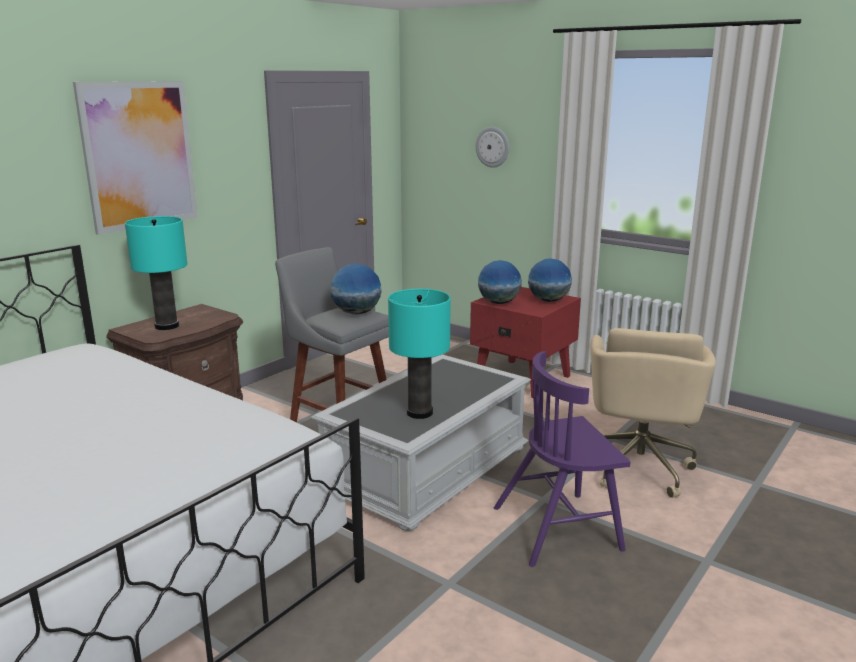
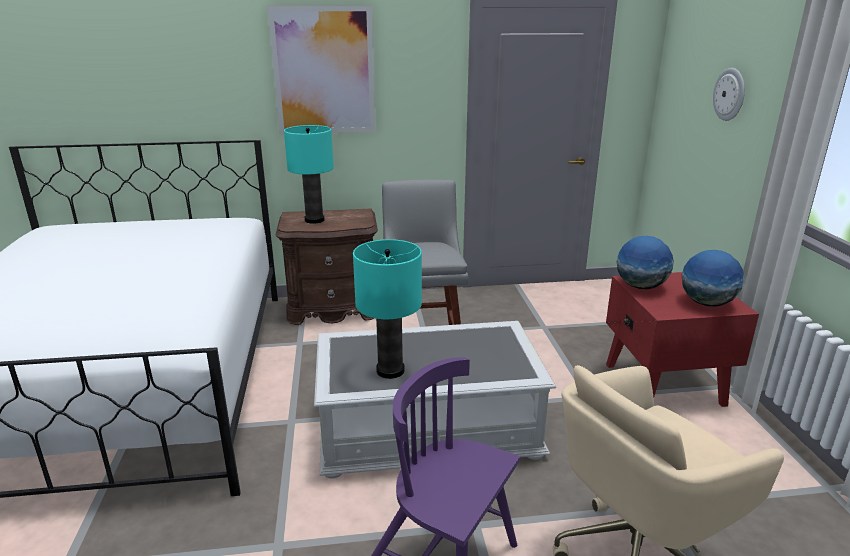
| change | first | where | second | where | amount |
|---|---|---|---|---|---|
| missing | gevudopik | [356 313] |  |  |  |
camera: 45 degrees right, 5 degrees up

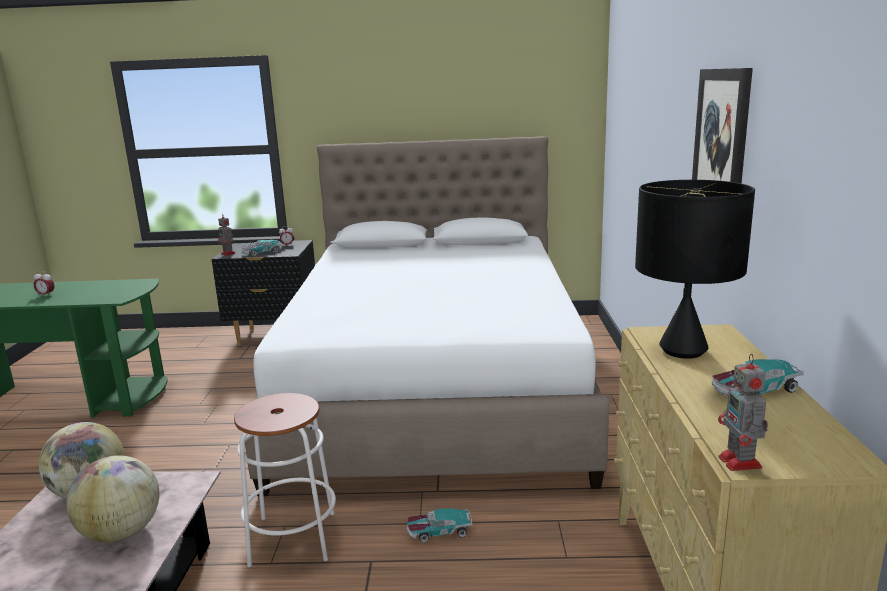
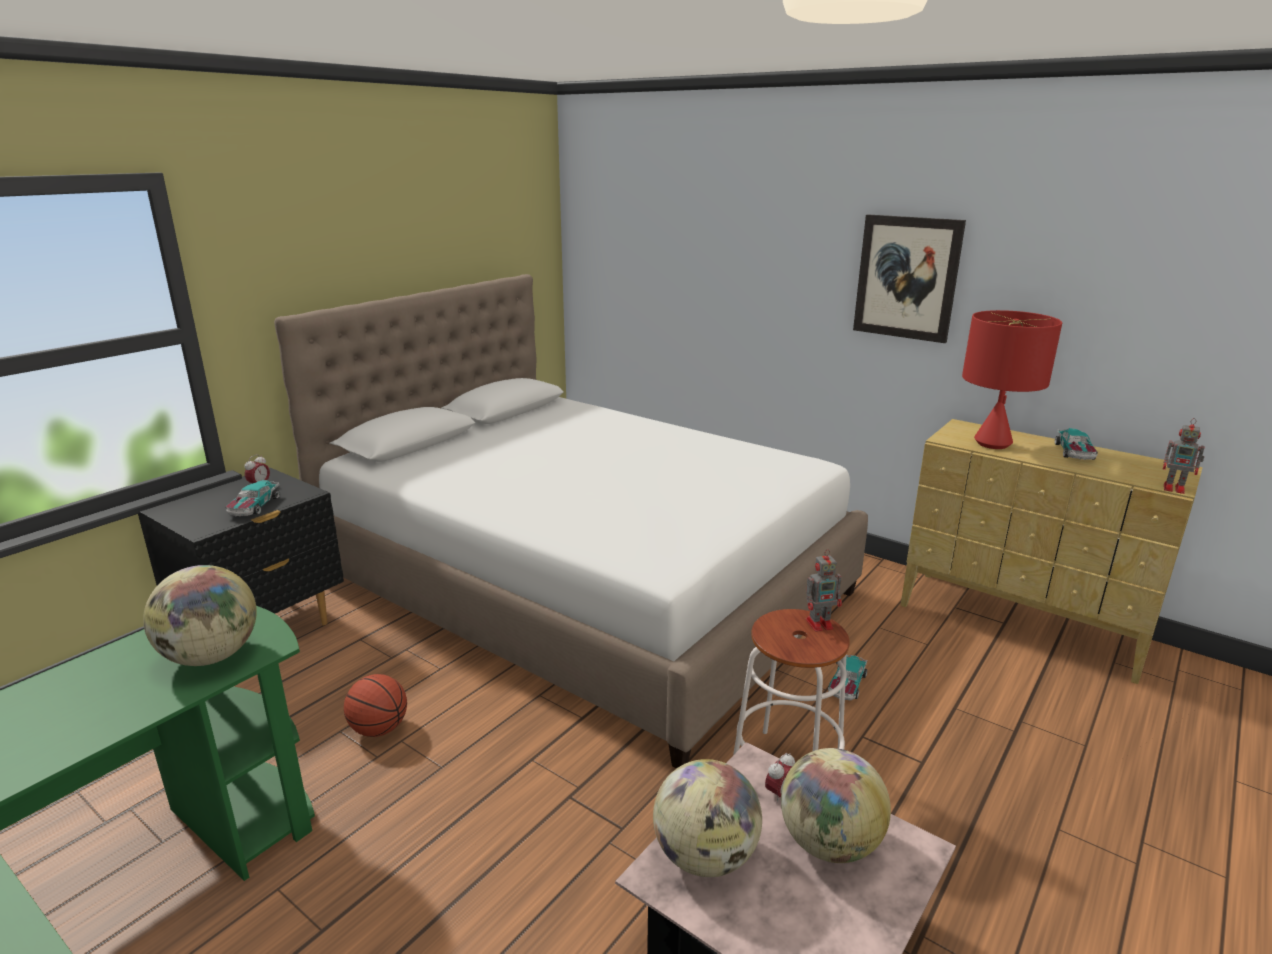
| change | first | where | second | where | amount |
|---|---|---|---|---|---|
| colour | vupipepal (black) | [683 351] | vupipepal (red) | [992 444] |  |
| relocated | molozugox | [228 254] |  | [820 623] |  |
| relocated | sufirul | [46 295] |  | [779 794] |  |
| appeared |  |  | gevudopik | [211 656] |  |
| appeared |  |  | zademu | [379 729] |  |
camera: 55 degrees left, 5 degrees up

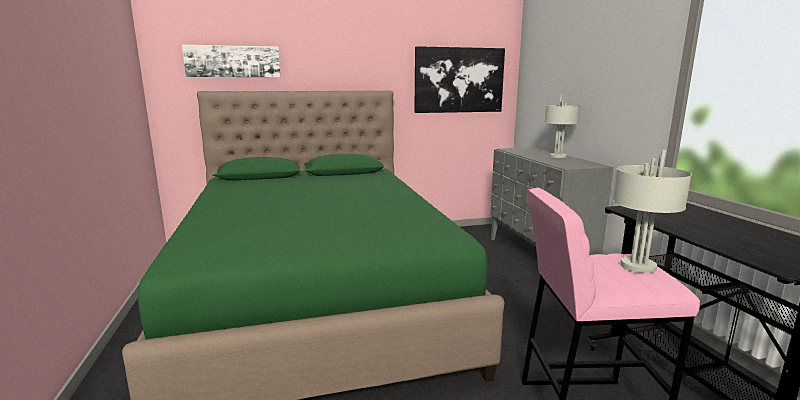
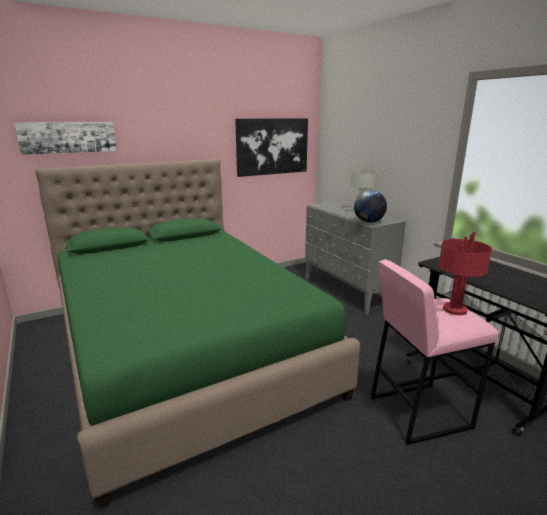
| change | first | where | second | where | amount |
|---|---|---|---|---|---|
| colour | vupipepal (grey) | [637 266] | vupipepal (red) | [454 310] |  |
| appeared |  |  | gevudopik | [369 222] |  |
camera: 15 degrees left, 5 degrees up

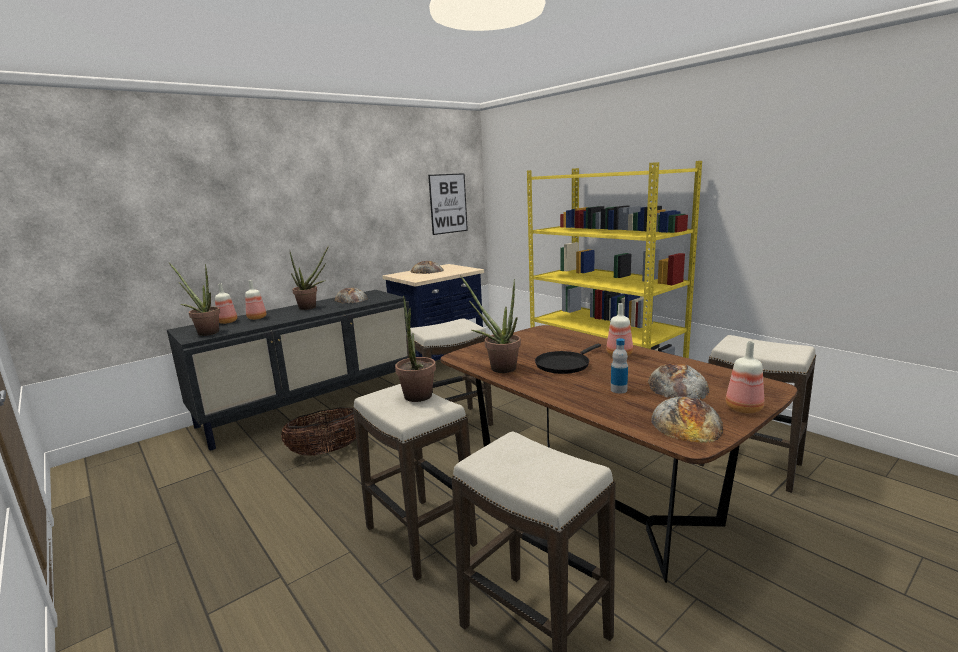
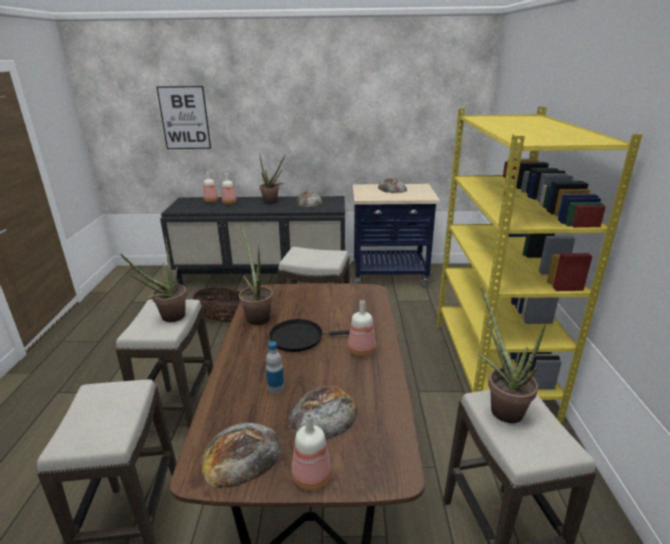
| change | first | where | second | where | amount |
|---|---|---|---|---|---|
| relocated | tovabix | [448 203] |  | [184 118] |  |
| relocated | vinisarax | [205 332] |  | [501 407] |  |
camera: 40 degrees right, 10 degrees up

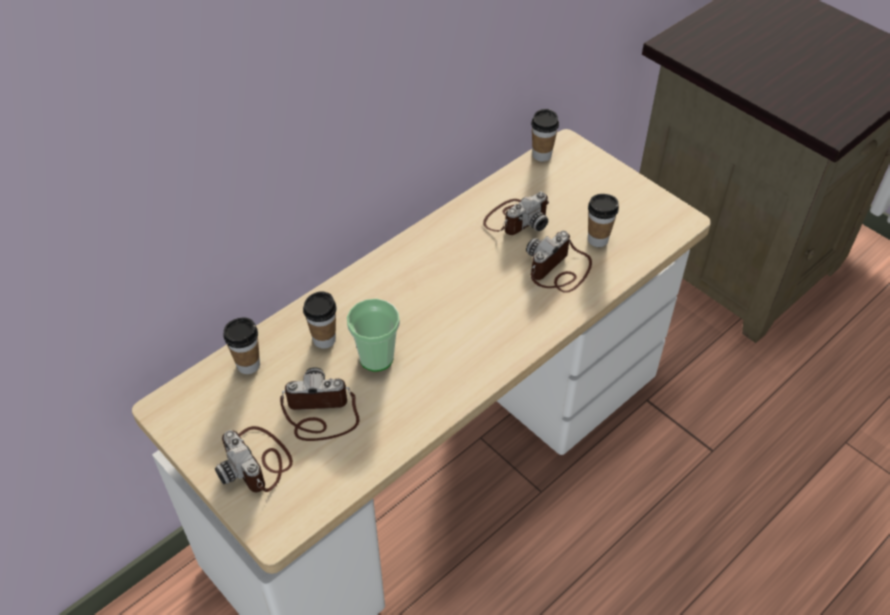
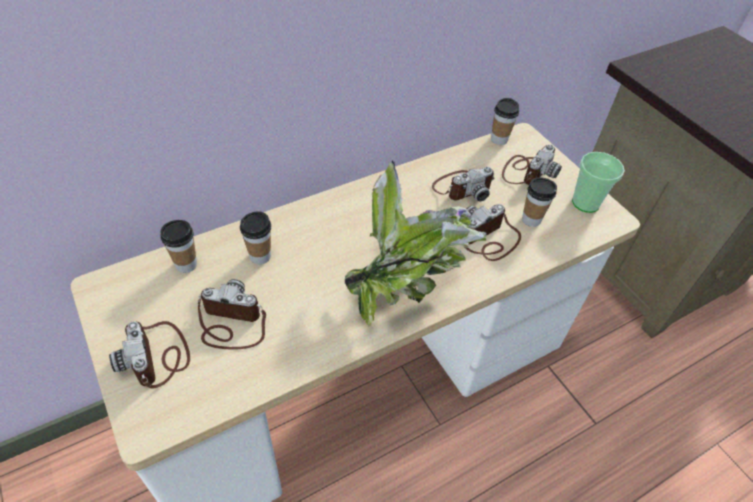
| change | first | where | second | where | amount |
|---|---|---|---|---|---|
| relocated | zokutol | [376 358] |  | [585 203] |  |
| appeared |  |  | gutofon | [527 171] |  |
| appeared |  |  | vinisarax | [406 283] |  |
camera: 10 degrees right, 0 degrees up

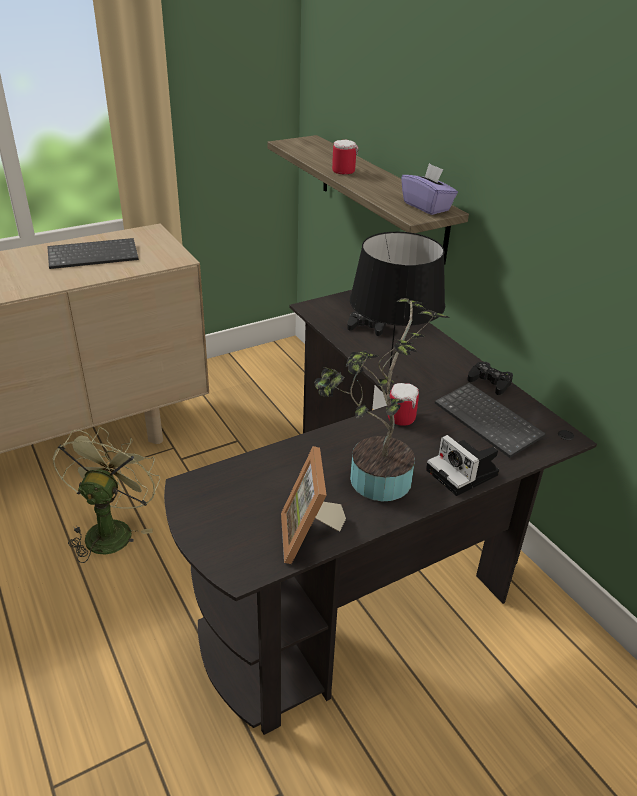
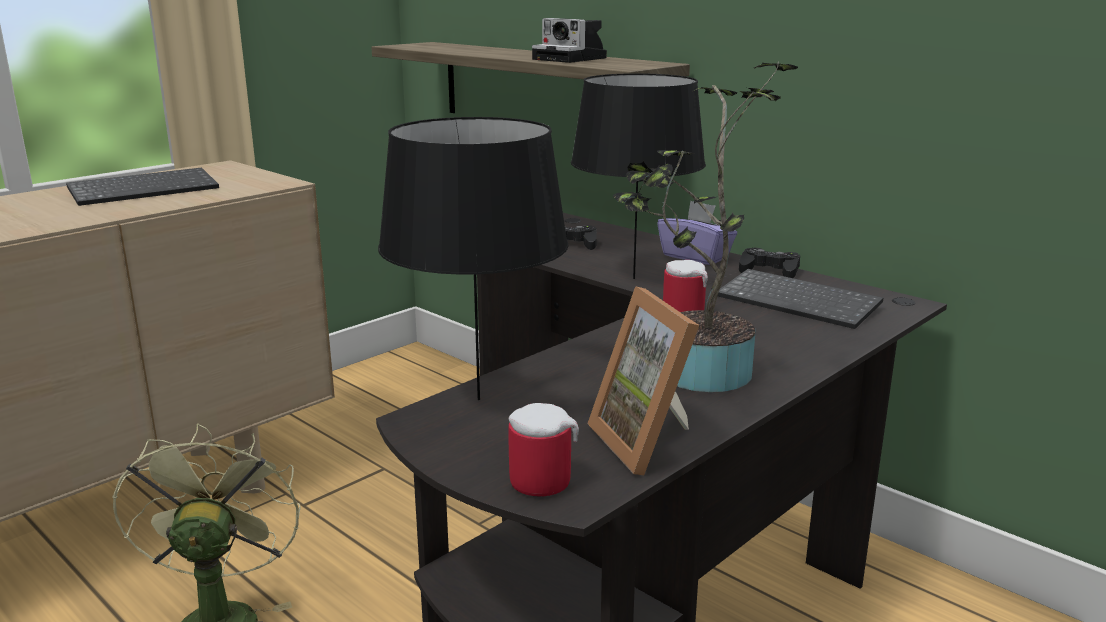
| change | first | where | second | where | amount |
|---|---|---|---|---|---|
| relocated | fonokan | [345 170] |  | [541 477] |  |
| relocated | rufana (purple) | [427 206] |  | [696 257] |  |
| relocated | gutofon | [464 473] |  | [572 59] |  |
| appeared |  |  | vupipepal (black) | [479 400] |  |
camera: 15 degrees left, 15 degrees down

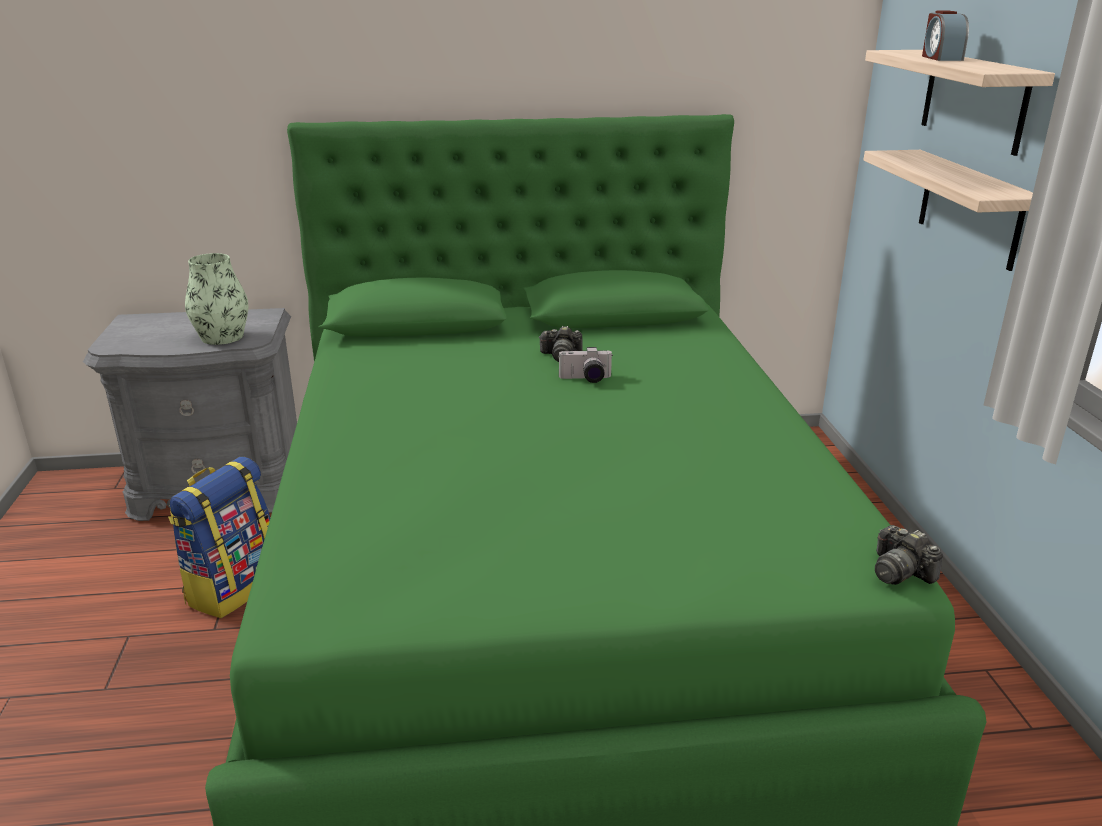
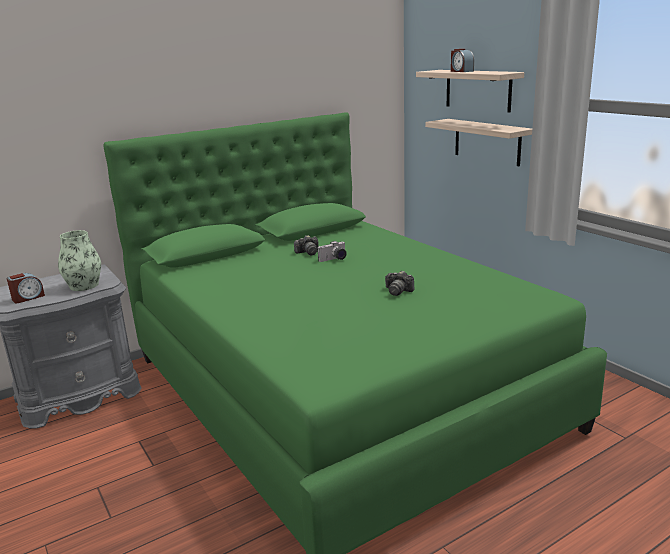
| change | first | where | second | where | amount |
|---|---|---|---|---|---|
| missing | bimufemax | [233 587] |  |  |  |
| relocated | gutofon | [899 572] |  | [398 291] |  |
| appeared |  |  | sufirul | [28 298] |  |
camera: 25 degrees left, 5 degrees down

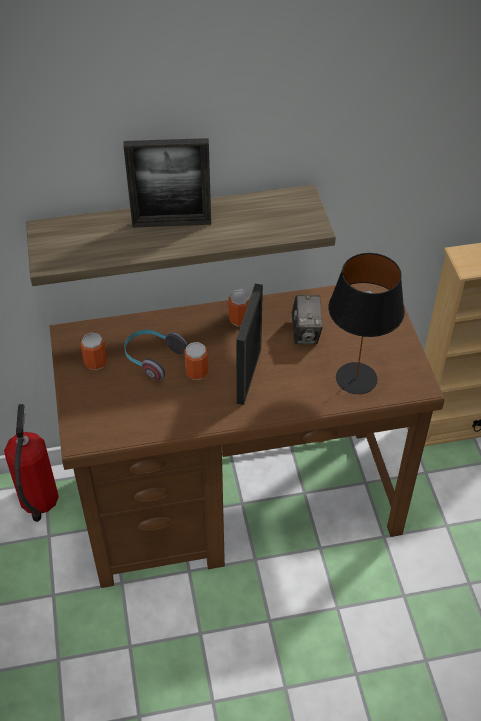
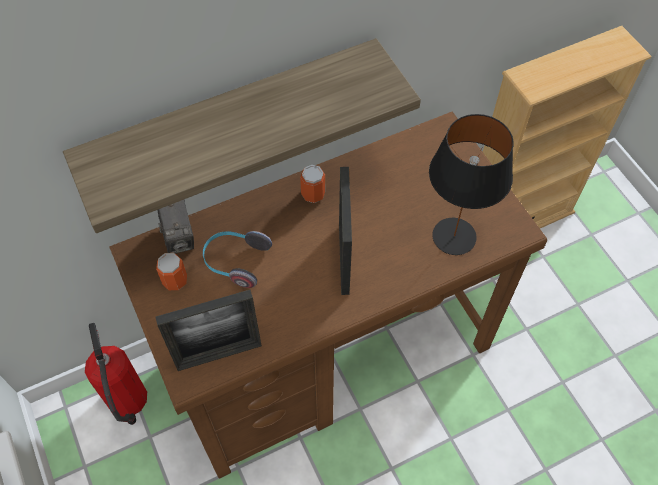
| change | first | where | second | where | amount |
|---|---|---|---|---|---|
| relocated | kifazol | [171 223] |  | [219 354] |  |
| relocated | gutofon | [305 333] |  | [179 238] |  |
| missing | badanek | [196 372] |  |  |  |
camera: 15 degrees left, 10 degrees up

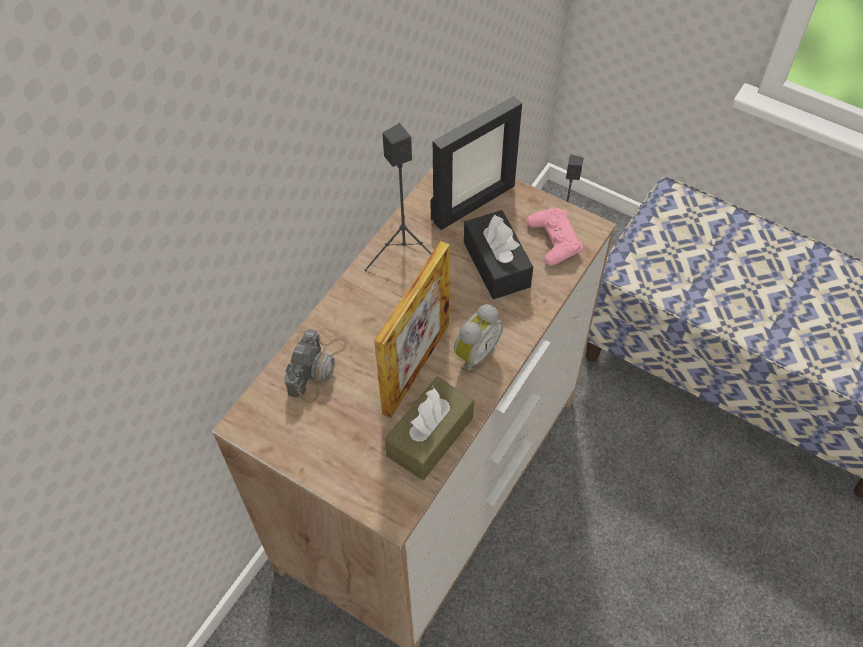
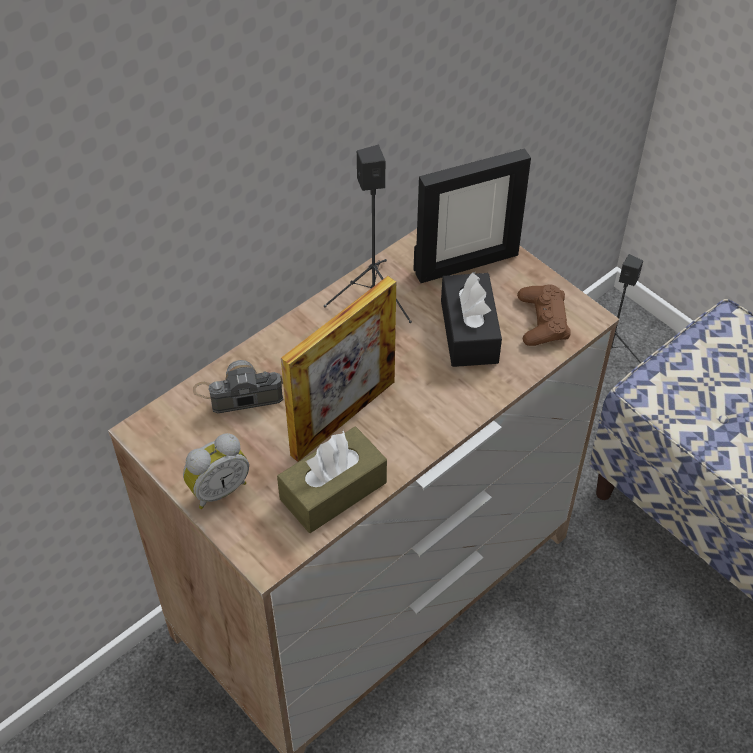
| change | first | where | second | where | amount |
|---|---|---|---|---|---|
| colour | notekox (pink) | [554 240] | notekox (brown) | [542 320] |  |
| relocated | sufirul | [474 353] |  | [218 489] |  |
| spun | gutofon | [317 368] |  | [239 393] | 135 degrees counterclockwise |
camera: 15 degrees right, 5 degrees down

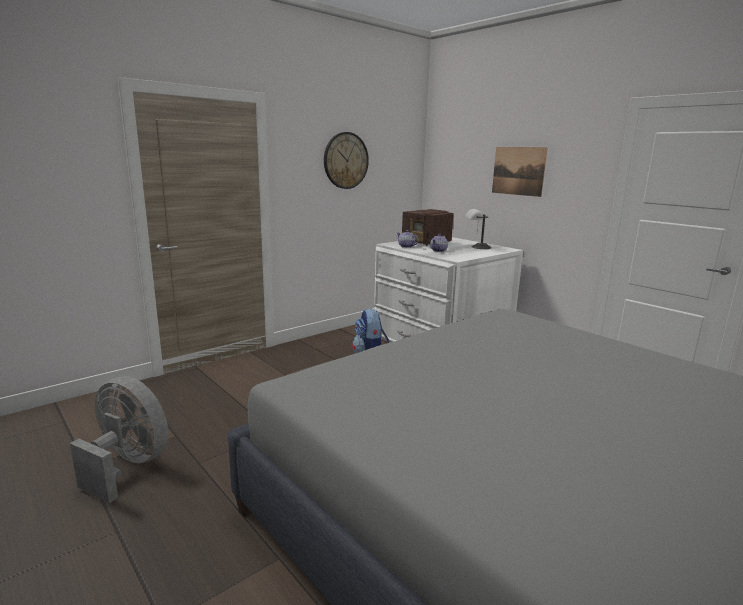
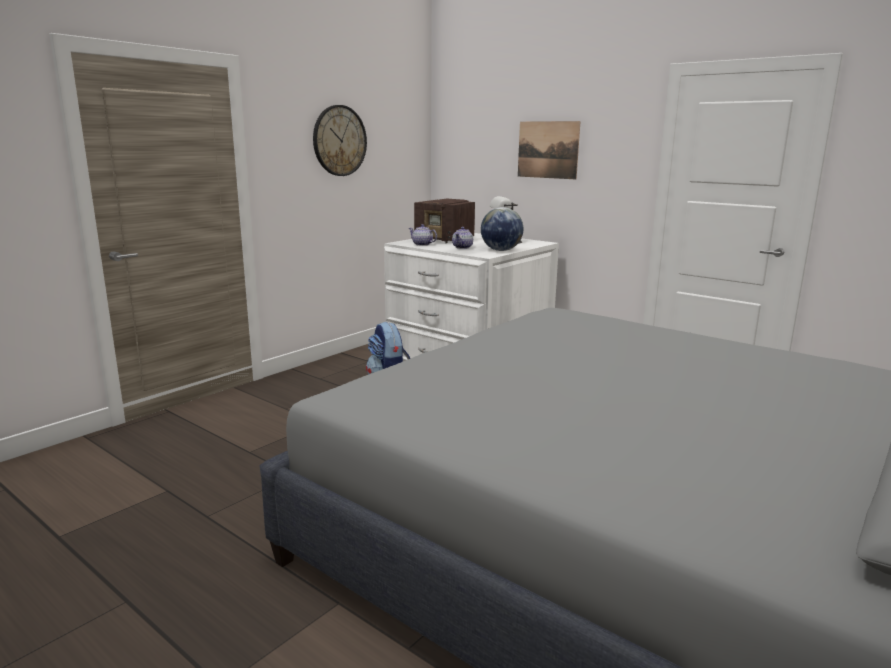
| change | first | where | second | where | amount |
|---|---|---|---|---|---|
| missing | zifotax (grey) | [128 466] |  |  |  |
| appeared |  |  | gevudopik | [501 250] |  |
camera: 10 degrees left, 0 degrees up

